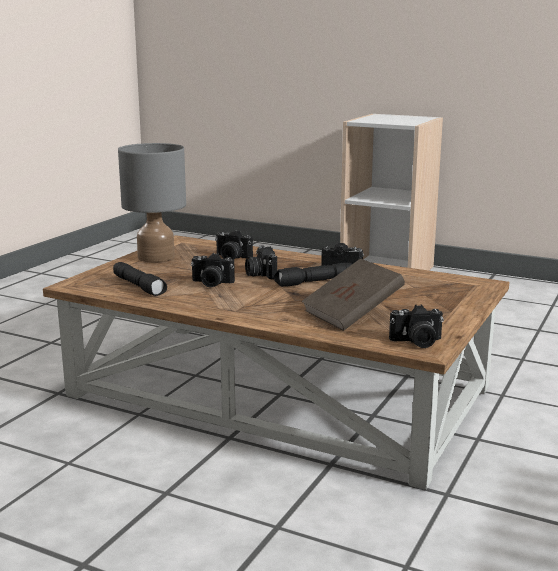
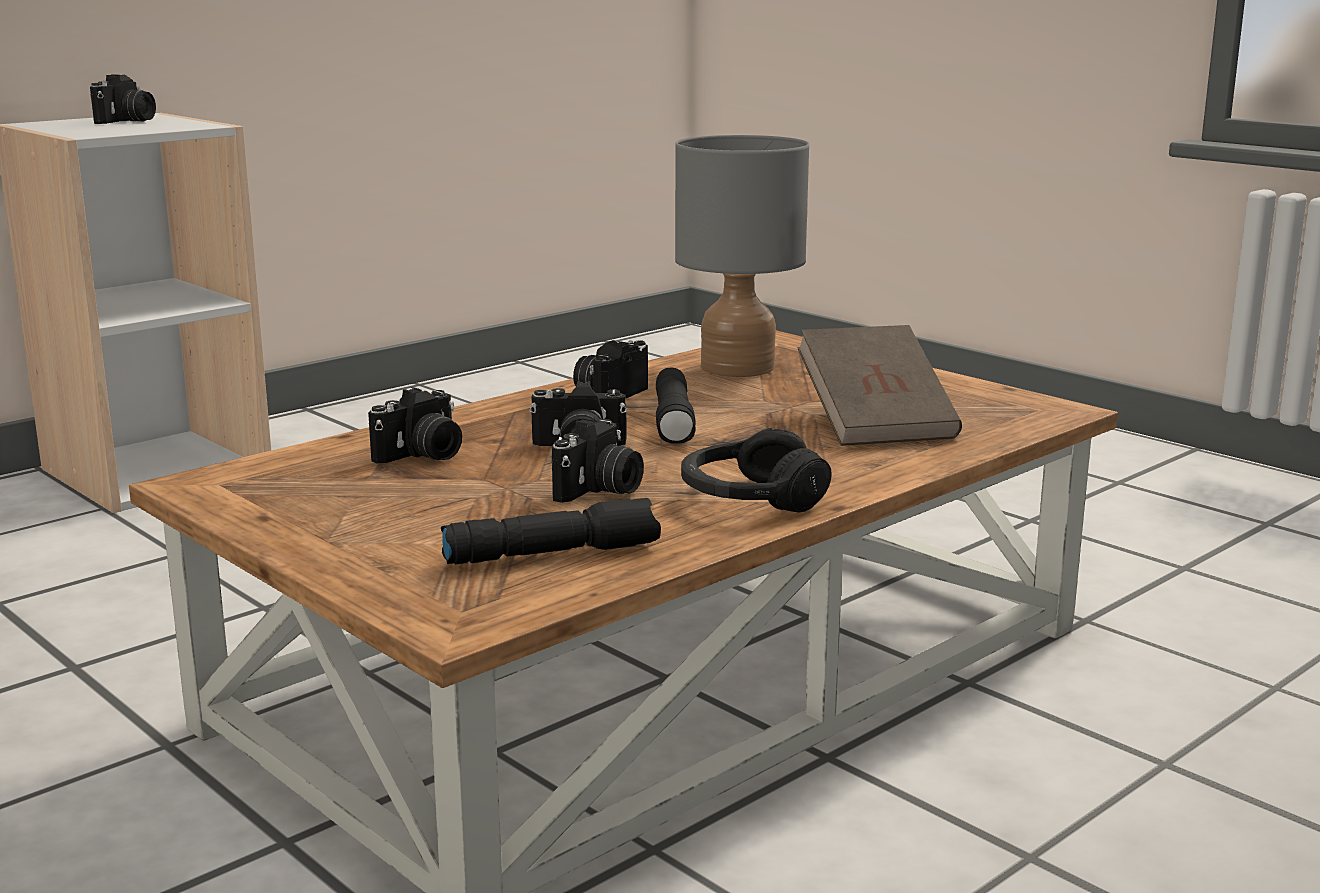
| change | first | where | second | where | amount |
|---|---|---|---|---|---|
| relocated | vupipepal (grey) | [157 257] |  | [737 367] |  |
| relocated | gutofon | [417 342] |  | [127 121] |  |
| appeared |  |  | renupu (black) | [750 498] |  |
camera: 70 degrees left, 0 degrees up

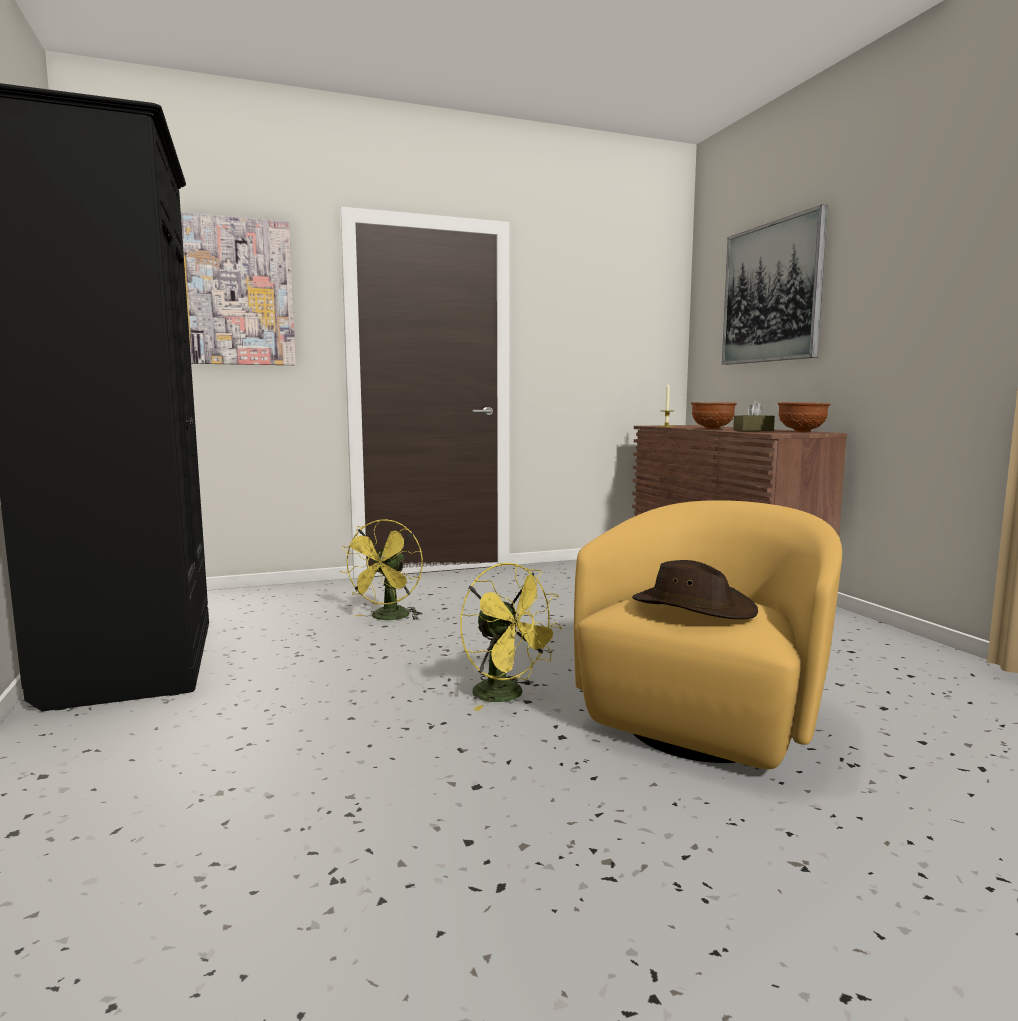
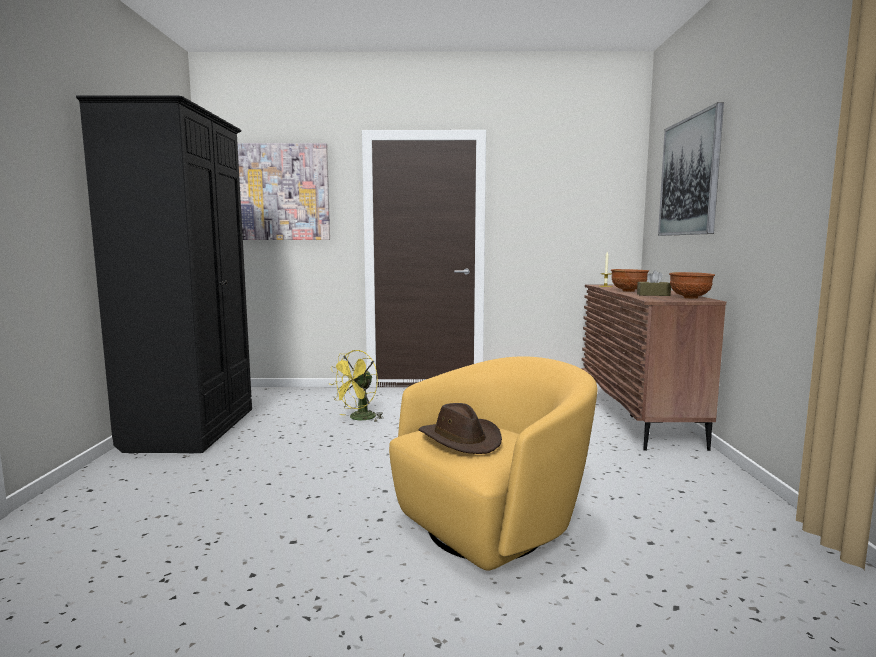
| change | first | where | second | where | amount |
|---|---|---|---|---|---|
| missing | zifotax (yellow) | [507 696] |  |  |  |
camera: 20 degrees right, 0 degrees up

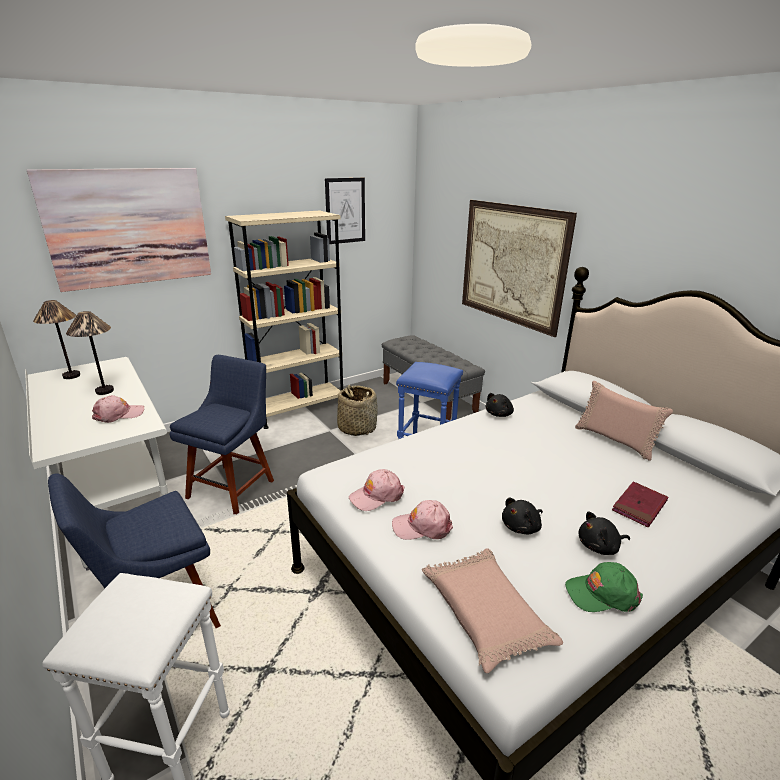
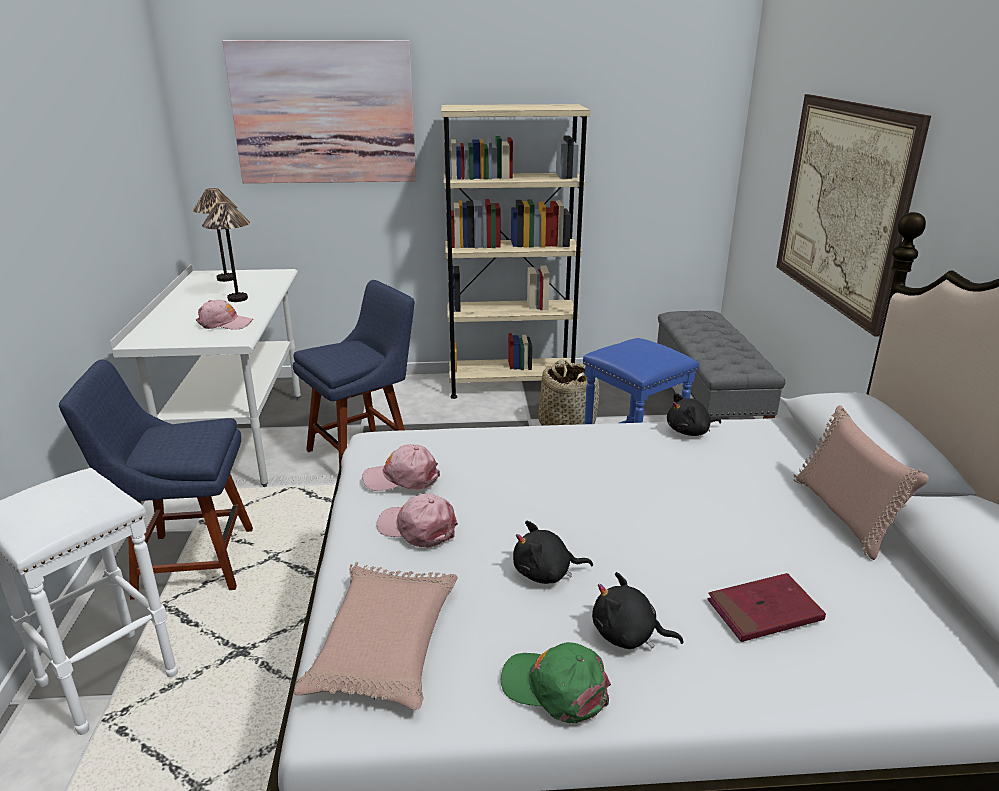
| change | first | where | second | where | amount |
|---|---|---|---|---|---|
| missing | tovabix | [345 211] |  |  |  |
camera: 30 degrees right, 0 degrees up

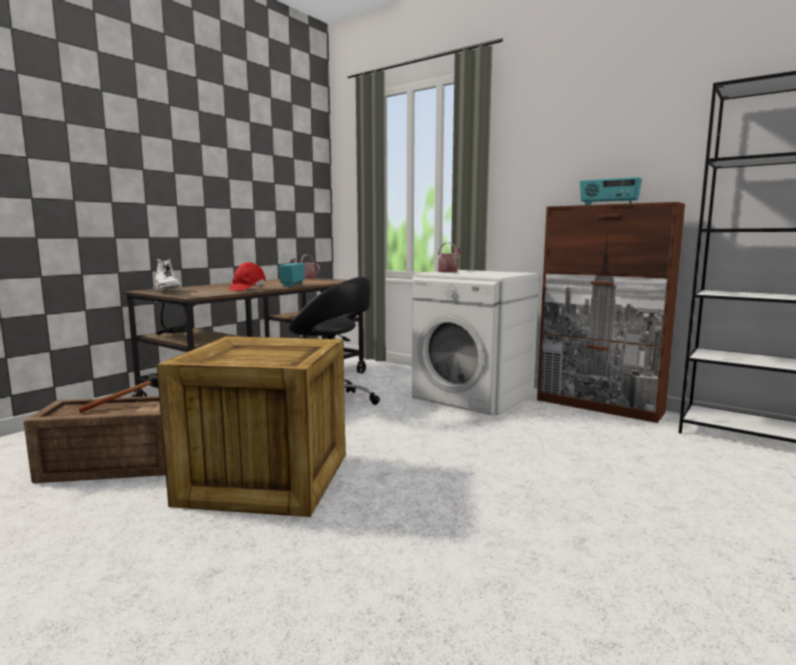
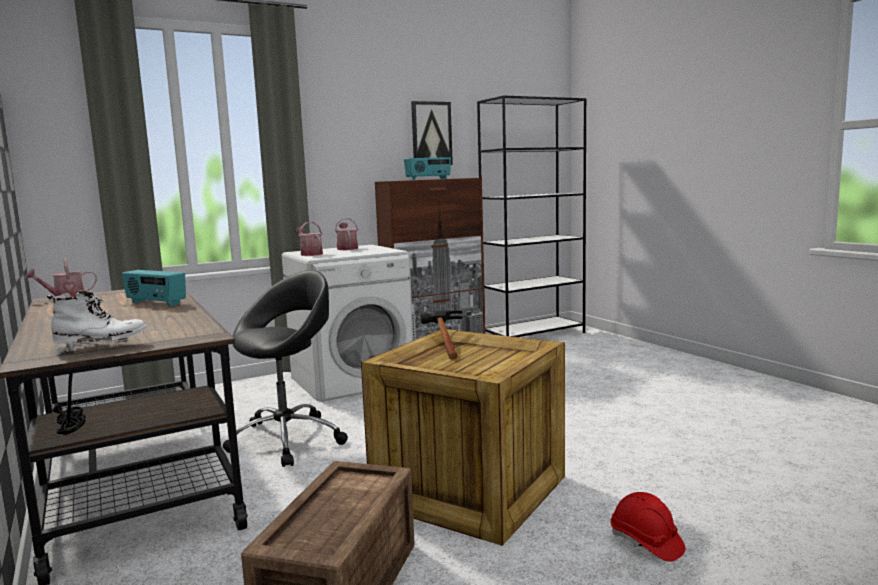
| change | first | where | second | where | amount |
|---|---|---|---|---|---|
| relocated | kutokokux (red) | [248 289] |  | [646 542] |  |
| relocated | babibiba | [134 404] |  | [443 345] |  |
| appeared |  |  | tovabix | [431 133] |  |
| appeared |  |  | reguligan | [347 248] |  |
camera: 65 degrees left, 0 degrees up

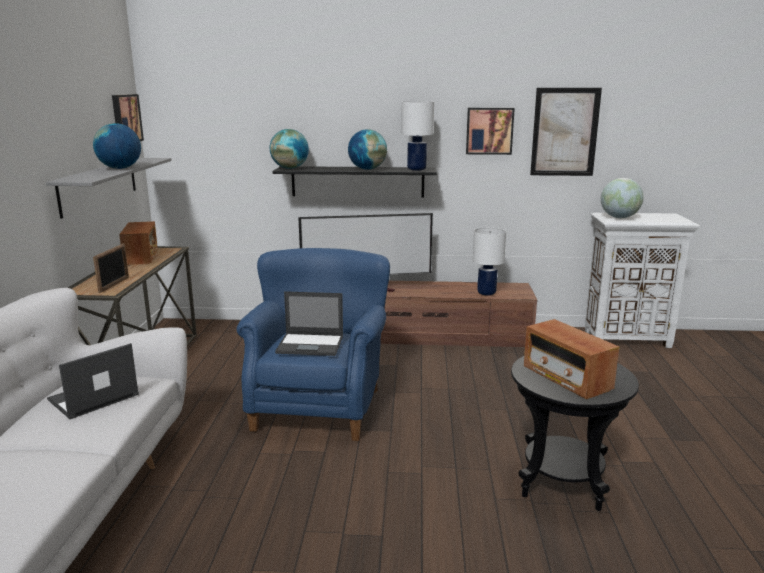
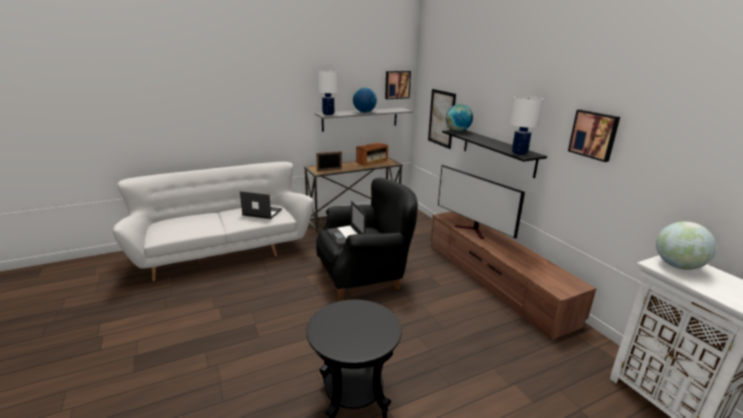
| change | first | where | second | where | amount |
|---|---|---|---|---|---|
| relocated | tovabix | [564 132] |  | [441 118] |  |
| missing | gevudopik | [367 169] |  |  |  |
| relocated | vupipepal (white) | [486 294] |  | [328 114] |  |
| colour | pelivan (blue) | [318 404] | pelivan (black) | [365 275] |  |
| missing | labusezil | [566 378] |  |  |  |
camera: 60 degrees right, 5 degrees up

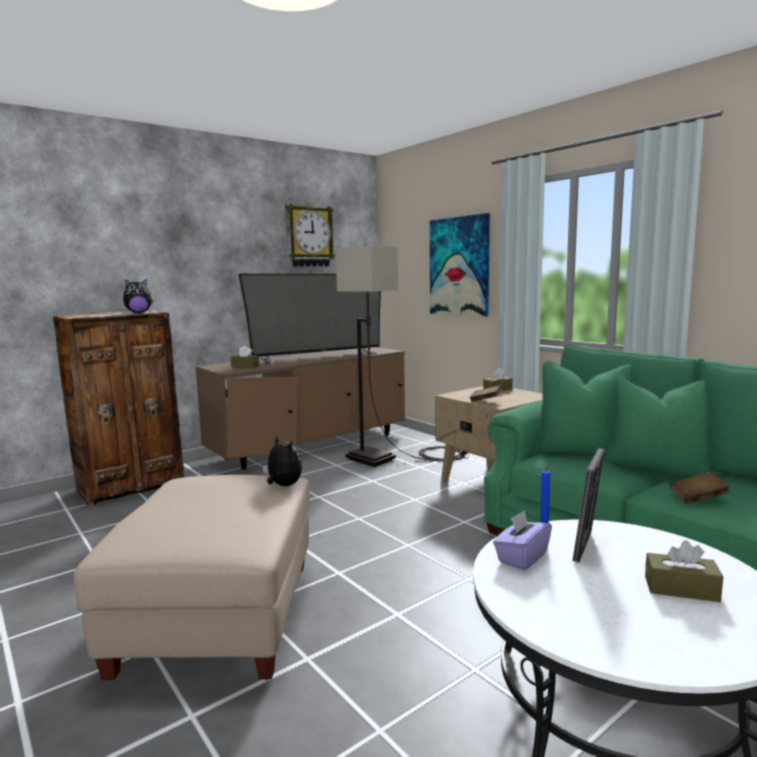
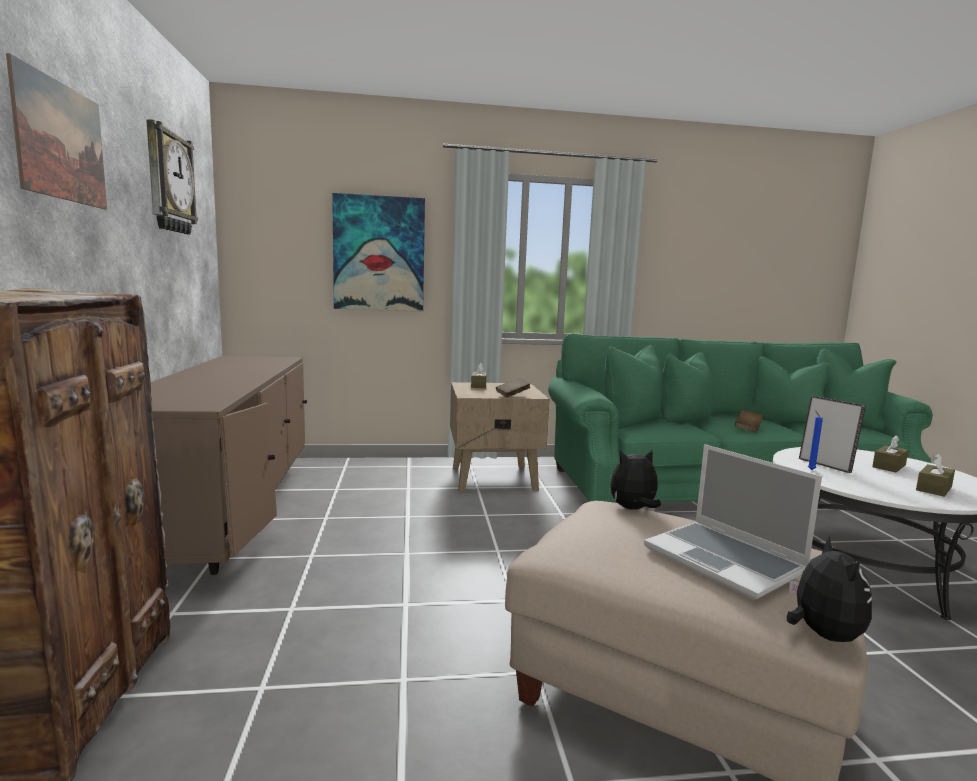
| change | first | where | second | where | amount |
|---|---|---|---|---|---|
| missing | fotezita | [409 457] |  |  |  |
| missing | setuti | [318 356] |  |  |  |
| relocated | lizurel | [139 312] |  | [822 634] |  |
| relocated | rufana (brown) | [245 366] |  | [933 488] |  |
| missing | rufana (purple) | [521 557] |  |  |  |
| appeared |  |  | tovabix | [61 141] |  |
| appeared |  |  | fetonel | [726 561] |  |
camera: 60 degrees left, 0 degrees up

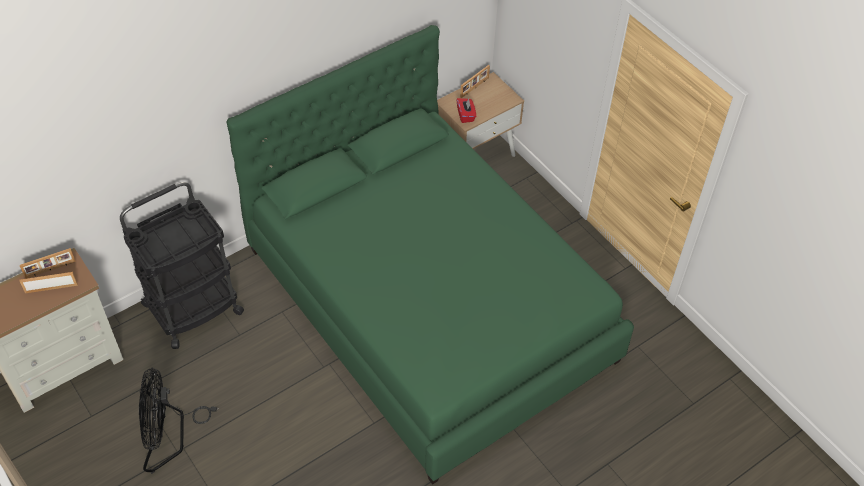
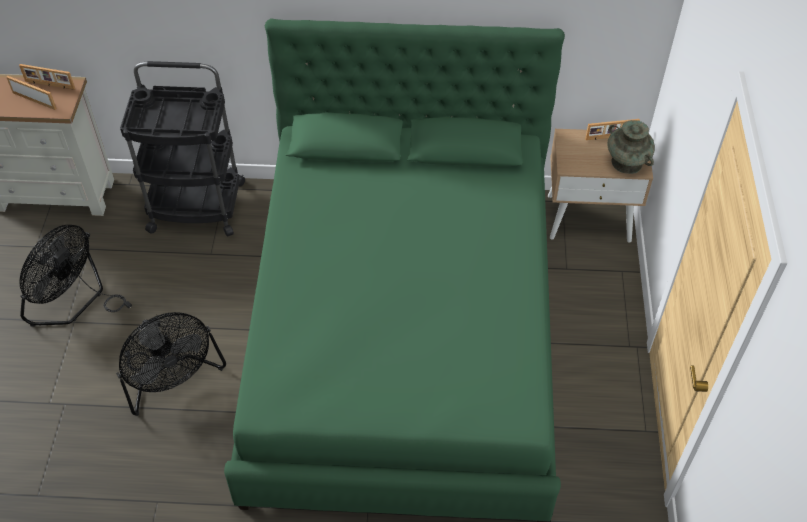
| change | first | where | second | where | amount |
|---|---|---|---|---|---|
| missing | rufana (red) | [466 115] |  |  |  |
| appeared |  |  | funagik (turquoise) | [626 162] |  |
| appeared |  |  | zifotax (black) | [168 379] |  |
camera: 40 degrees right, 0 degrees up

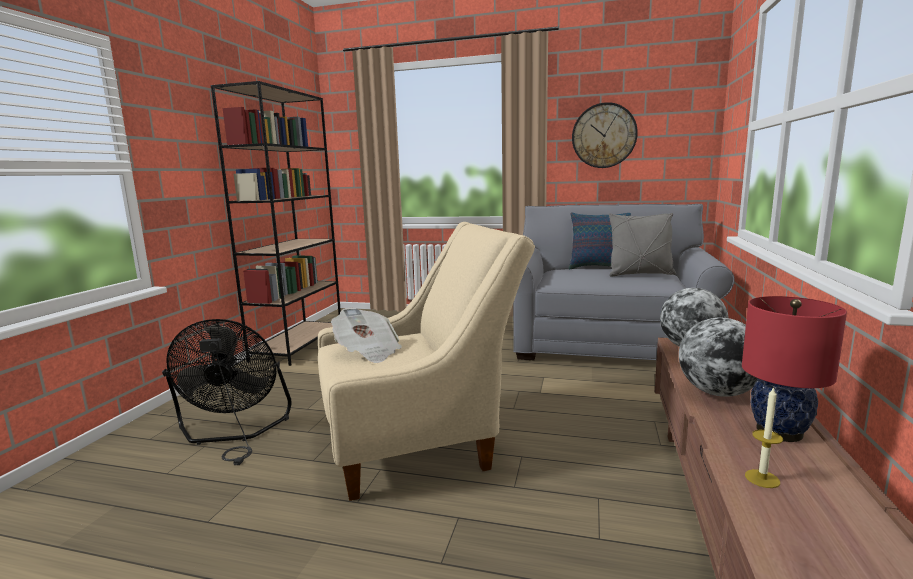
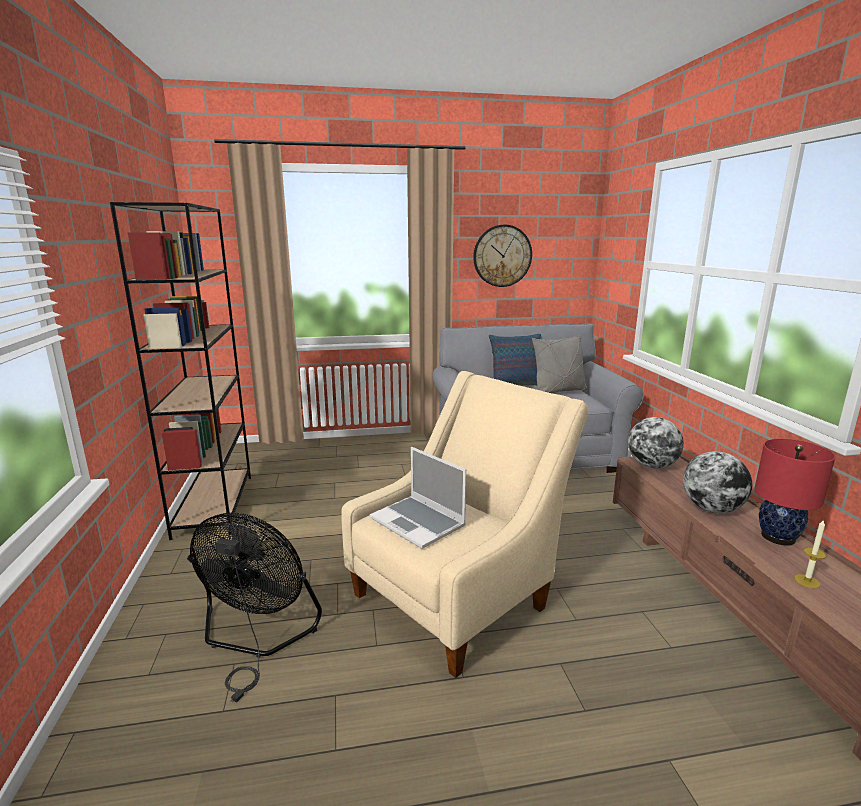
| change | first | where | second | where | amount |
|---|---|---|---|---|---|
| exchanged | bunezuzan | [368 352] | fetonel | [419 523] |  |
| spun | zifotax (black) | [231 433] |  | [251 639] | 45 degrees clockwise |
camera: 25 degrees left, 5 degrees up

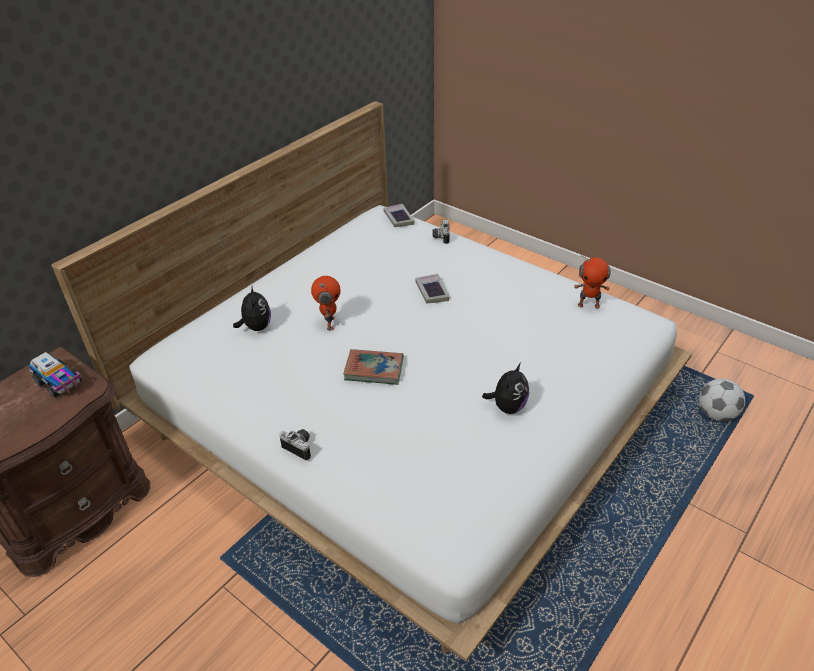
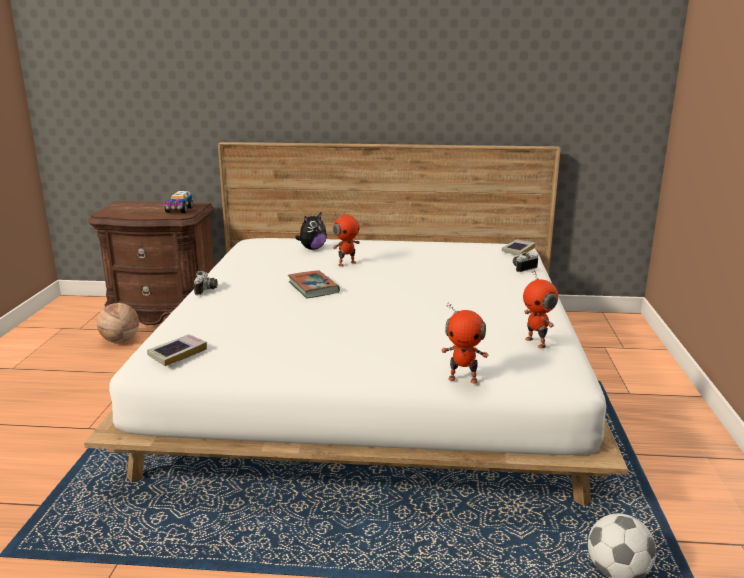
| change | first | where | second | where | amount |
|---|---|---|---|---|---|
| relocated | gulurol | [432 292] |  | [177 353] |  |
| missing | lizurel | [507 407] |  |  |  |
| appeared |  |  | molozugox | [463 379] |  |
| appeared |  |  | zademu | [120 341] |  |
camera: 55 degrees right, 20 degrees down

